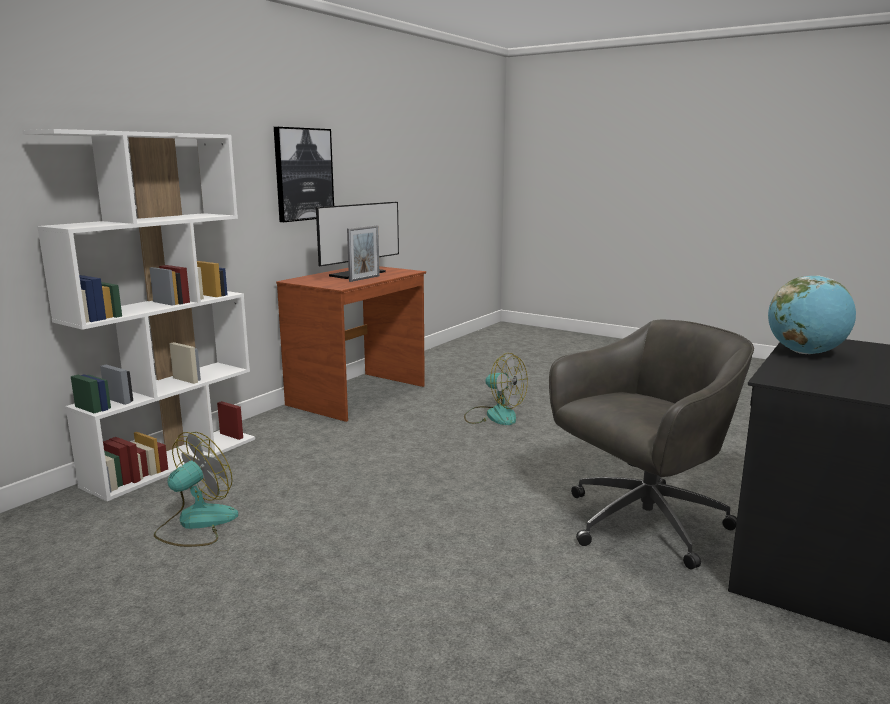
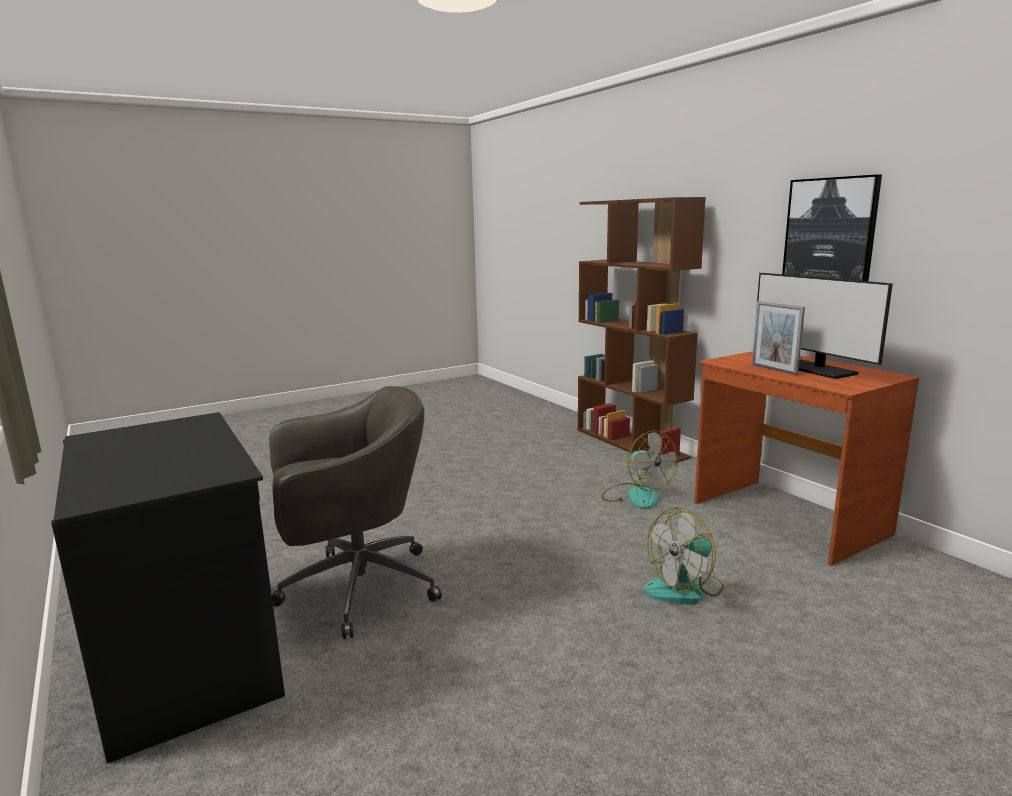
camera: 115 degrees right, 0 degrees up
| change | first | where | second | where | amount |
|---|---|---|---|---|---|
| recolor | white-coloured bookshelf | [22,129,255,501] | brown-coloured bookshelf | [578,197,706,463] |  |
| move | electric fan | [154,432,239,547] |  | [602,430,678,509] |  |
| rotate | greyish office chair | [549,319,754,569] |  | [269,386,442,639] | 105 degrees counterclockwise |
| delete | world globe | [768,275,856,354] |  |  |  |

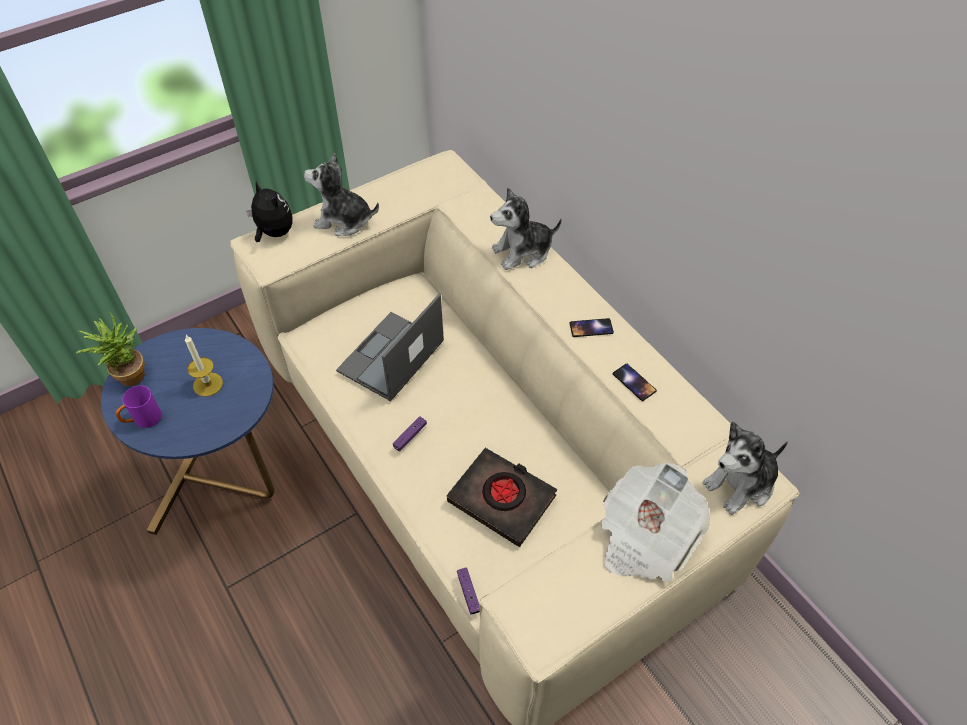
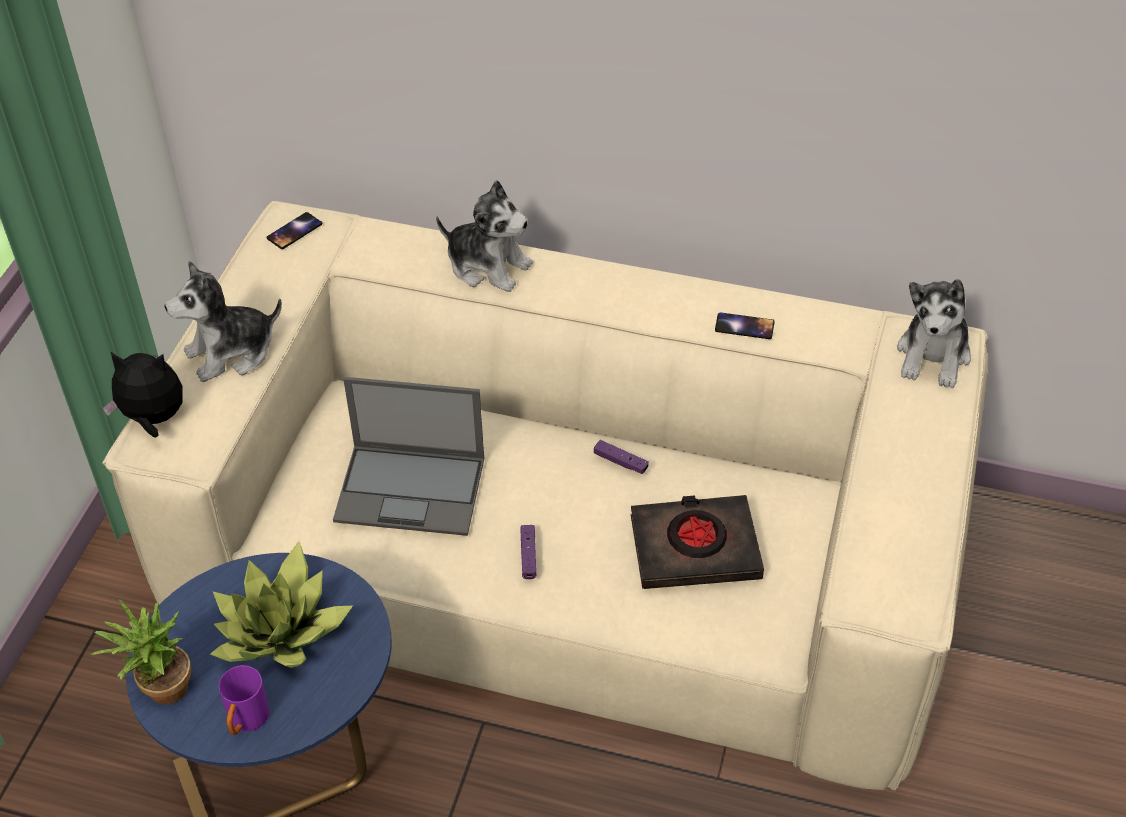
camera: 40 degrees left, 5 degrees down
| change | first | where | second | where | amount |
|---|---|---|---|---|---|
| replace | wax candle | [185,335,223,397] | houseplant | [210,541,353,668] |  |
| rotate | laptop | [336,294,444,401] |  | [333,377,484,536] | 75 degrees counterclockwise |
| move | purple game controller | [457,568,480,615] |  | [594,440,649,474] |  |
| rotate | cuddly toy | [490,188,562,270] |  | [436,180,533,292] | 90 degrees counterclockwise |
| move | telephone | [570,318,614,337] |  | [266,212,322,249] |  |
| delete | newspaper | [601,463,710,582] |  |  |  |

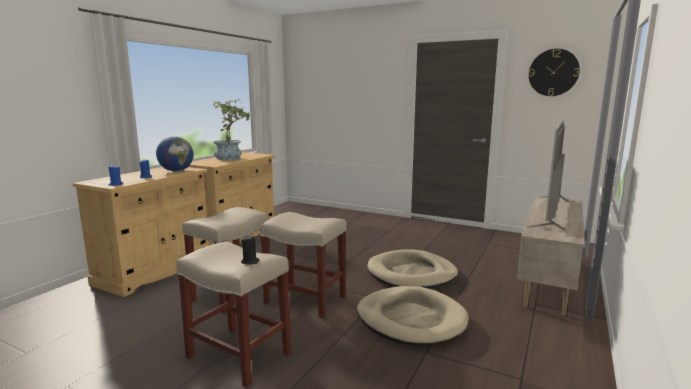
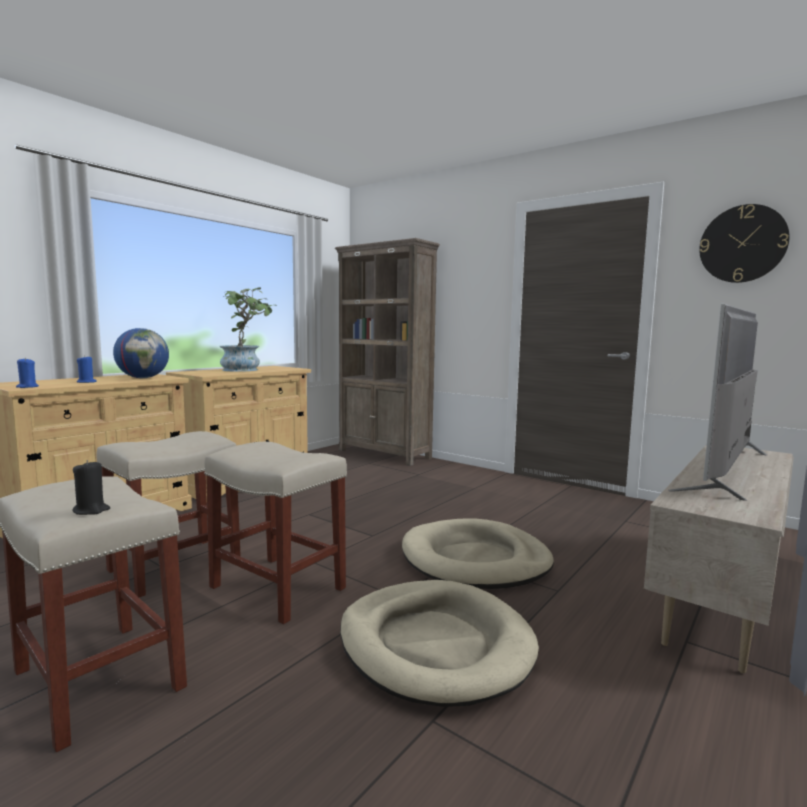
camera: 10 degrees right, 5 degrees down
| change | first | where | second | where | amount |
|---|---|---|---|---|---|
| insert |  |  | brown-coloured bookshelf | [335,238,440,466] |  |

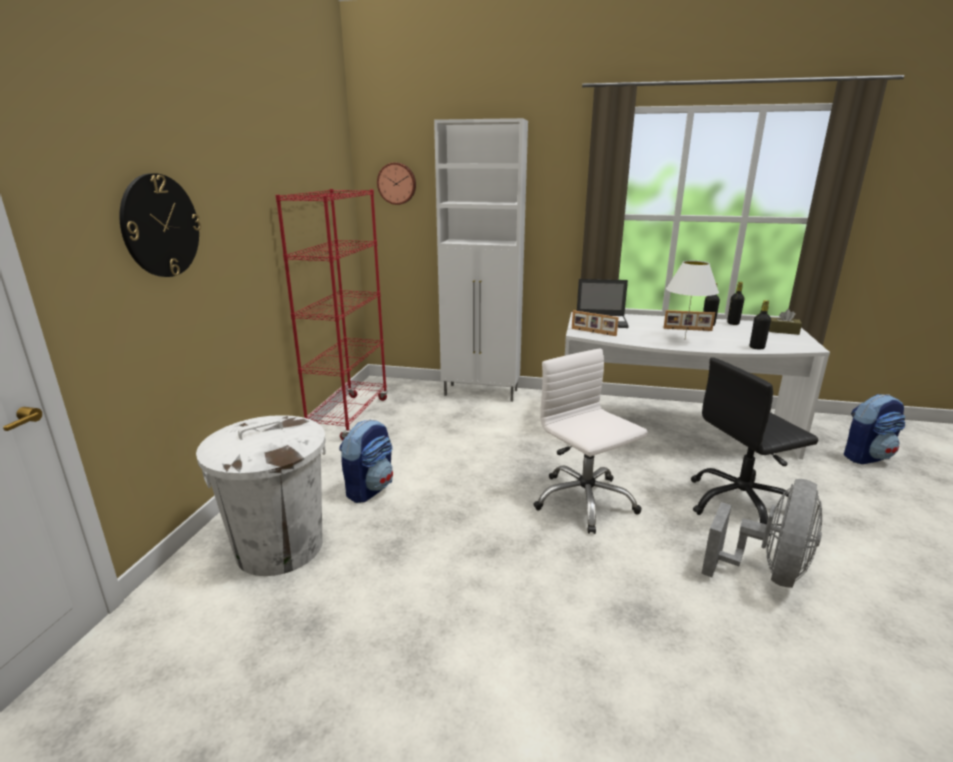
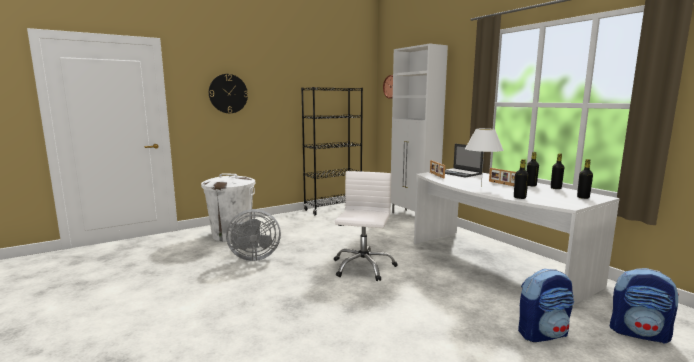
camera: 45 degrees right, 10 degrees down
| change | first | where | second | where | amount |
|---|---|---|---|---|---|
| recolor | red-coloured bookshelf | [275,189,388,440] | black bookshelf | [301,87,363,215] |  |
| move | rucksack | [339,419,393,503] |  | [518,269,574,342] |  |
| delete | black office chair | [691,357,818,536] |  |  |  |
| move | greyish electric fan | [701,479,822,588] |  | [226,209,281,261] |  |
| replace | brown-coloured tissue box | [769,309,802,335] | black beverage bottle | [577,159,593,199] |  |

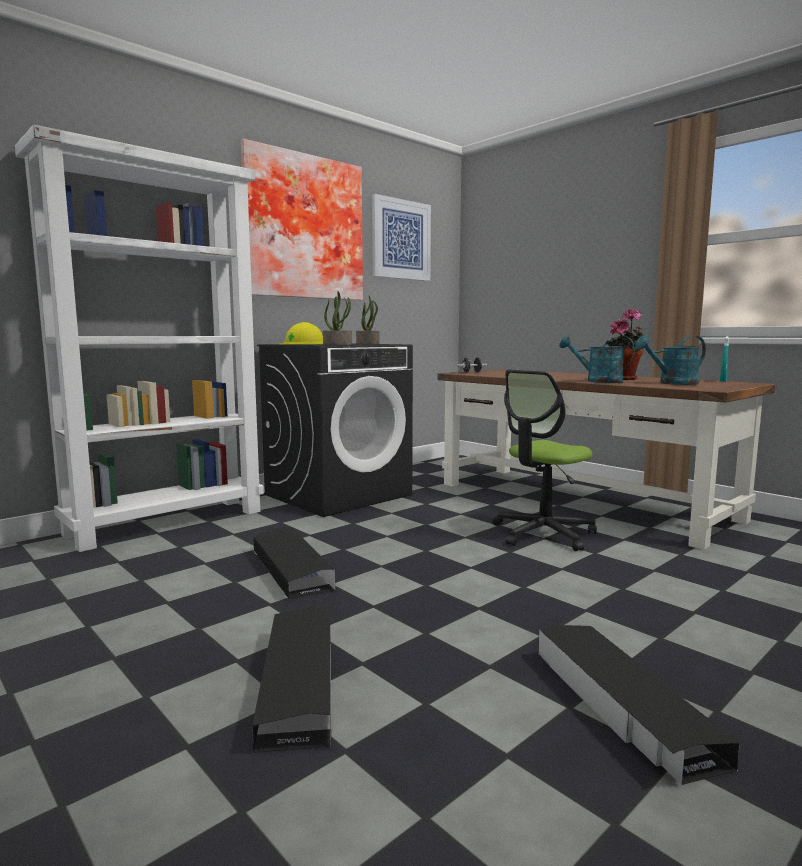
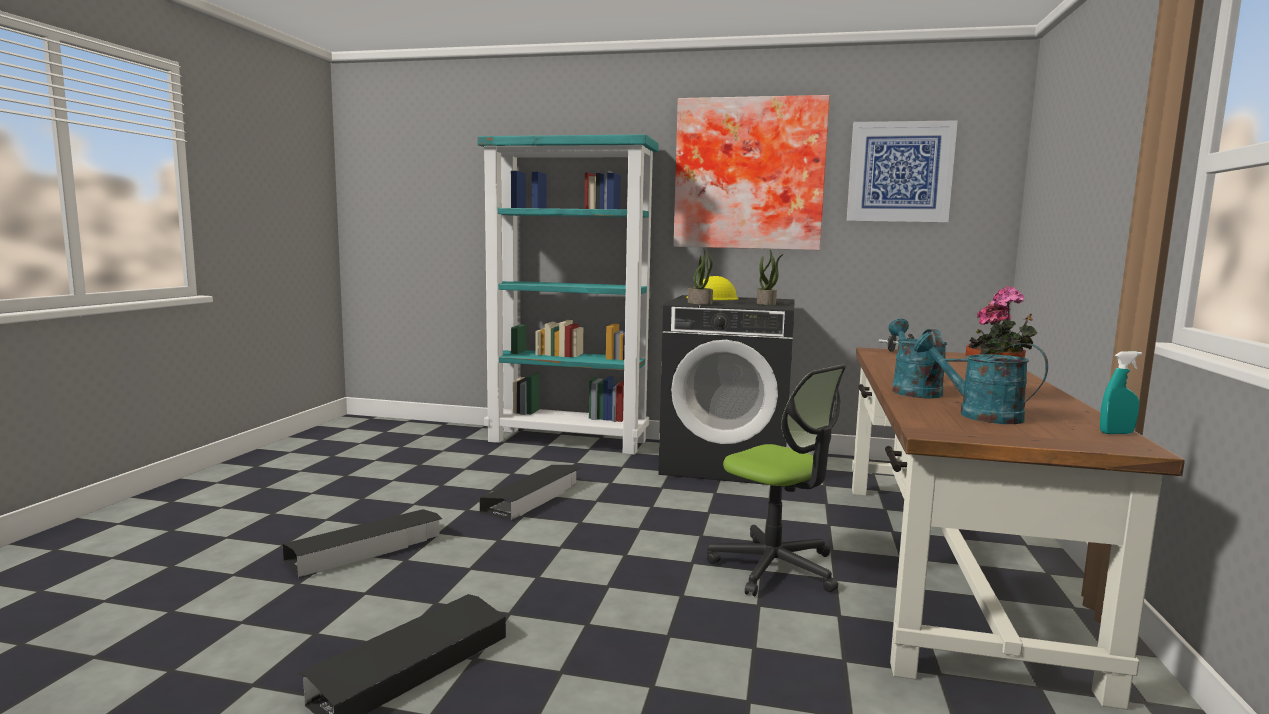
camera: 55 degrees right, 0 degrees up
| change | first | where | second | where | amount |
|---|---|---|---|---|---|
| recolor | white-coloured bookshelf | [15,125,264,552] | turquoise-coloured bookshelf | [477,134,659,455] |  |
| rotate | office chair | [492,369,597,551] |  | [707,364,847,596] | 150 degrees counterclockwise |

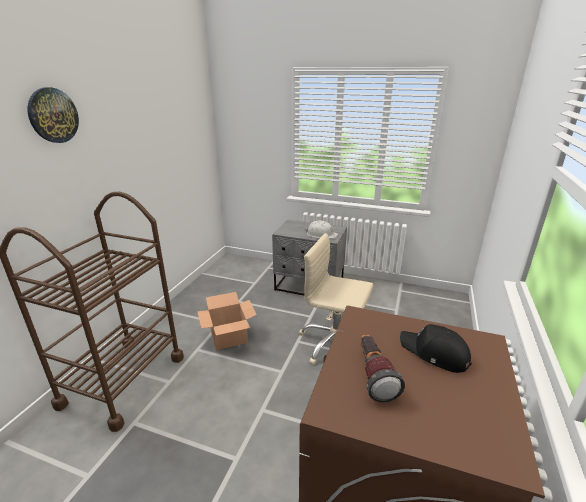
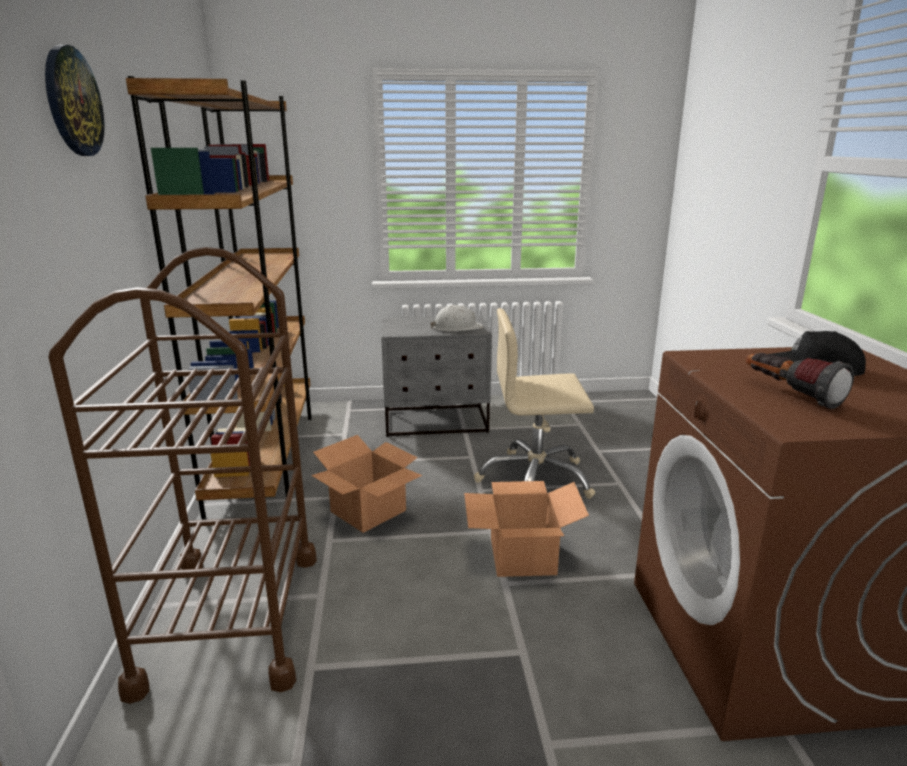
camera: 25 degrees left, 5 degrees down
| change | first | where | second | where | amount |
|---|---|---|---|---|---|
| insert |  |  | brown-coloured bookshelf | [126,76,312,519] |  |
| insert |  |  | cardboard box | [464,481,589,577] |  |

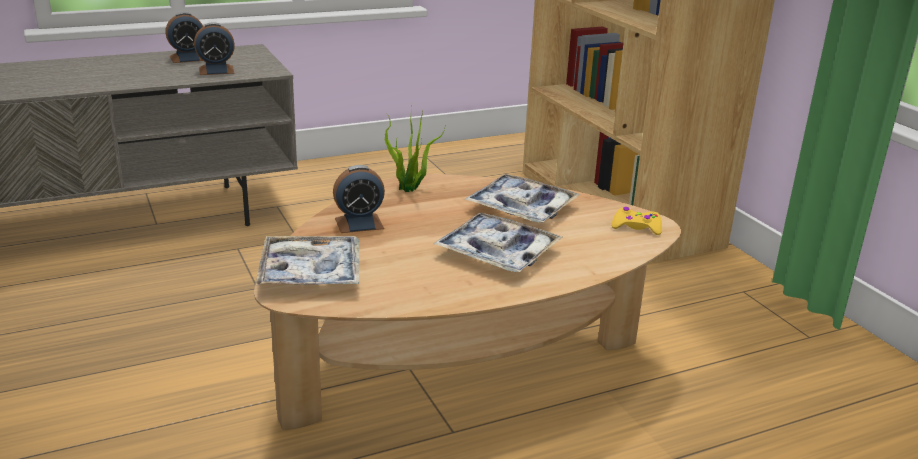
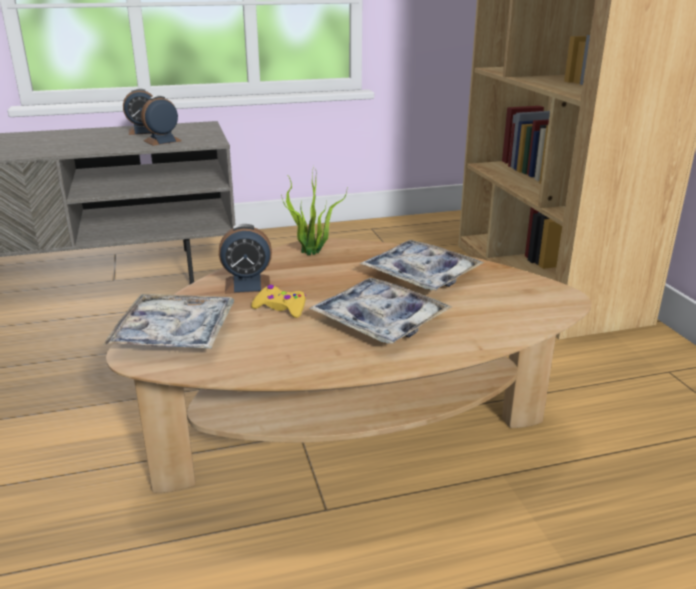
camera: 10 degrees right, 0 degrees up
| change | first | where | second | where | amount |
|---|---|---|---|---|---|
| rotate | bedside clock | [194,22,235,75] |  | [141,96,182,146] | 150 degrees clockwise |
| move | yellow-coloured game controller | [612,207,662,235] |  | [251,285,306,318] |  |

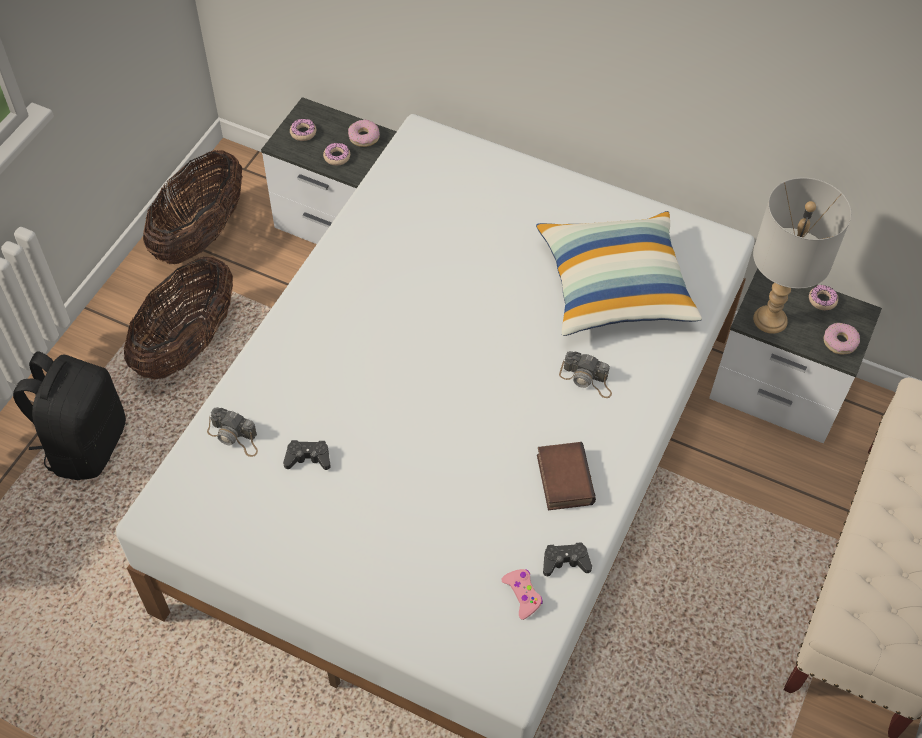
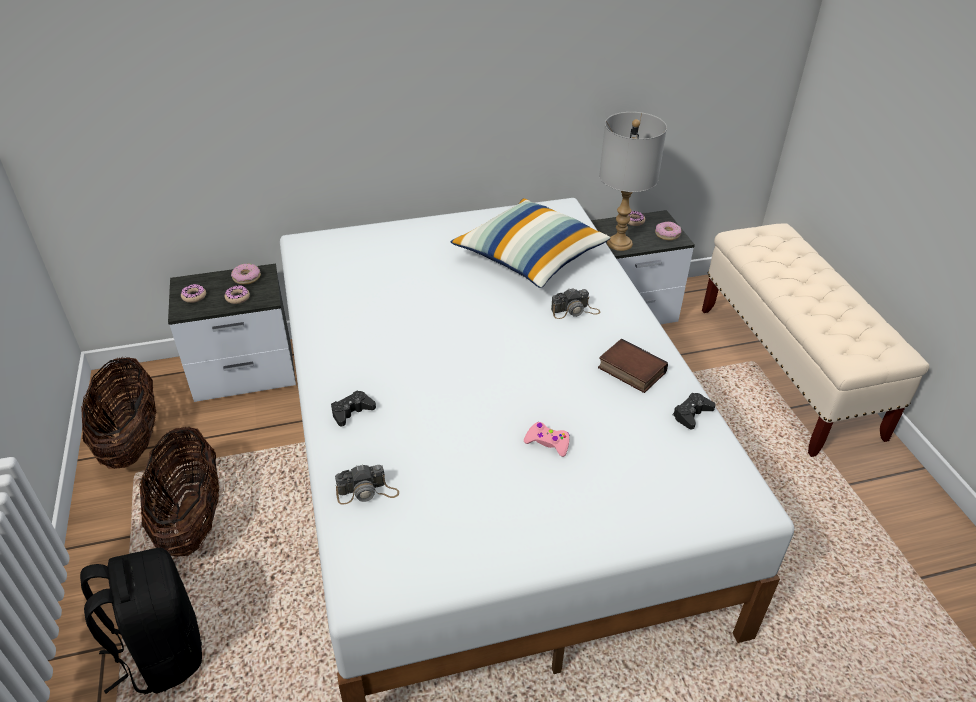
camera: 40 degrees left, 15 degrees down
| change | first | where | second | where | amount |
|---|---|---|---|---|---|
| move | black game controller | [283,440,331,470] |  | [331,390,376,426] |  |
| move | pinkish game controller | [501,569,543,620] |  | [524,422,569,457] |  |

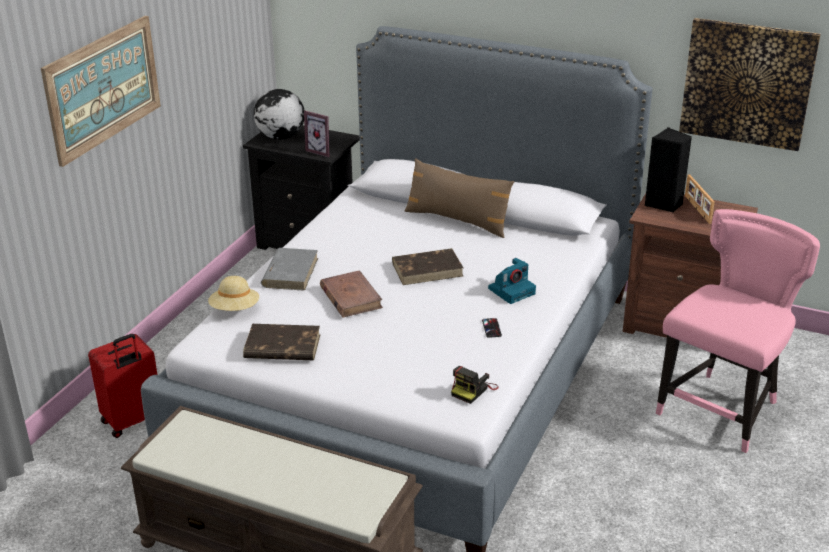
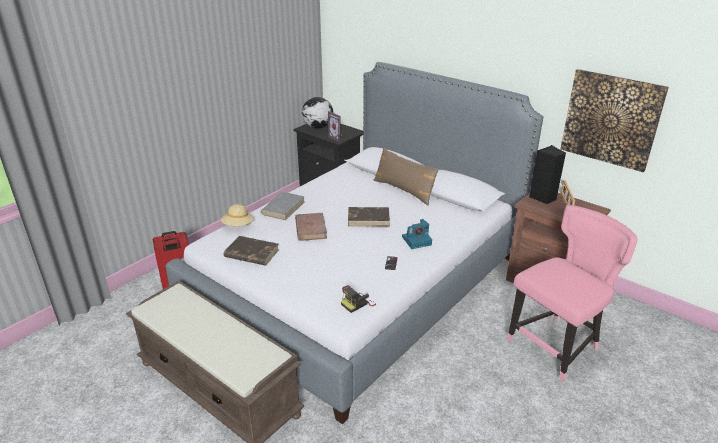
camera: 15 degrees right, 0 degrees up
| change | first | where | second | where | amount |
|---|---|---|---|---|---|
| delete | picture | [41,16,161,167] |  |  |  |

